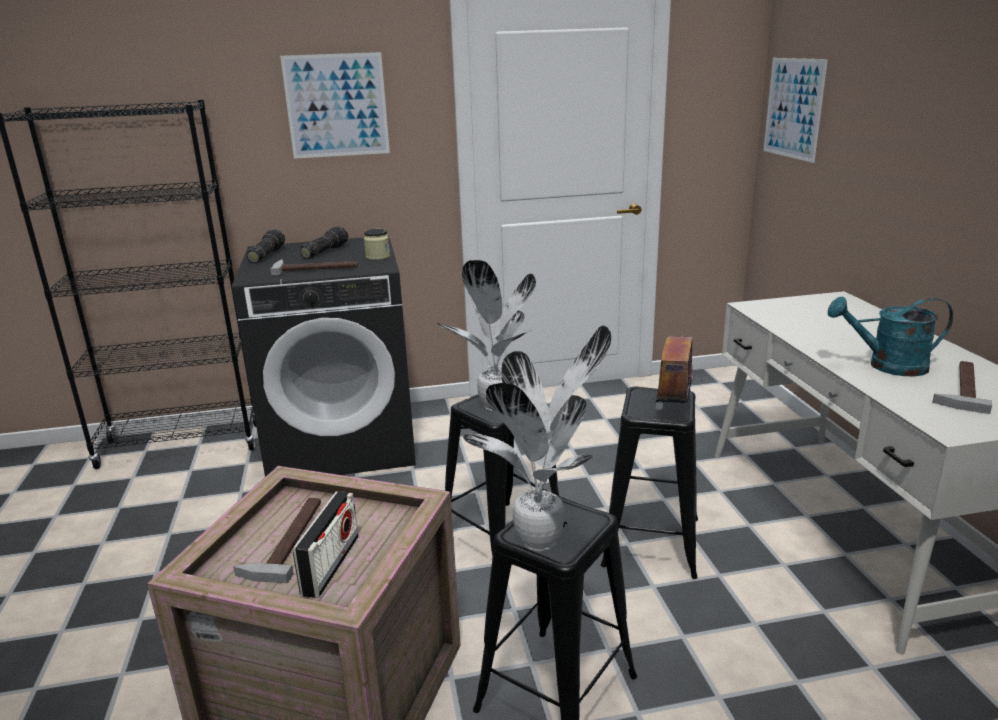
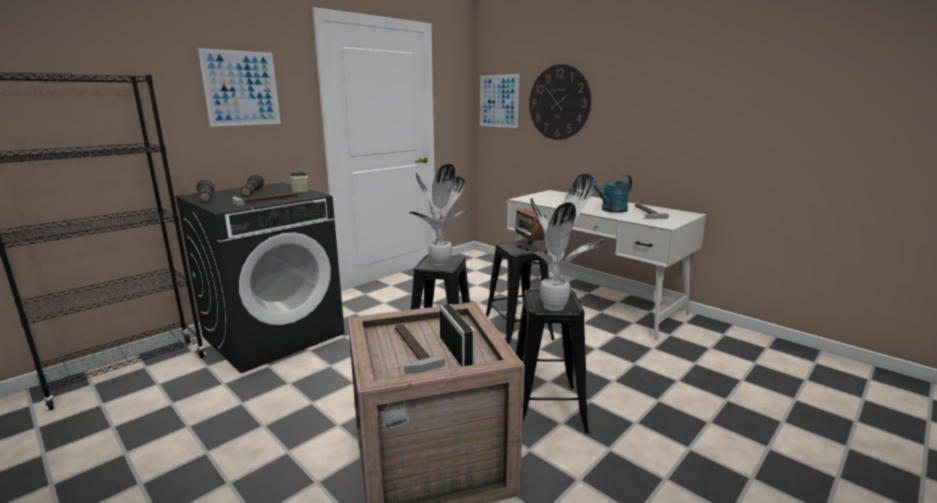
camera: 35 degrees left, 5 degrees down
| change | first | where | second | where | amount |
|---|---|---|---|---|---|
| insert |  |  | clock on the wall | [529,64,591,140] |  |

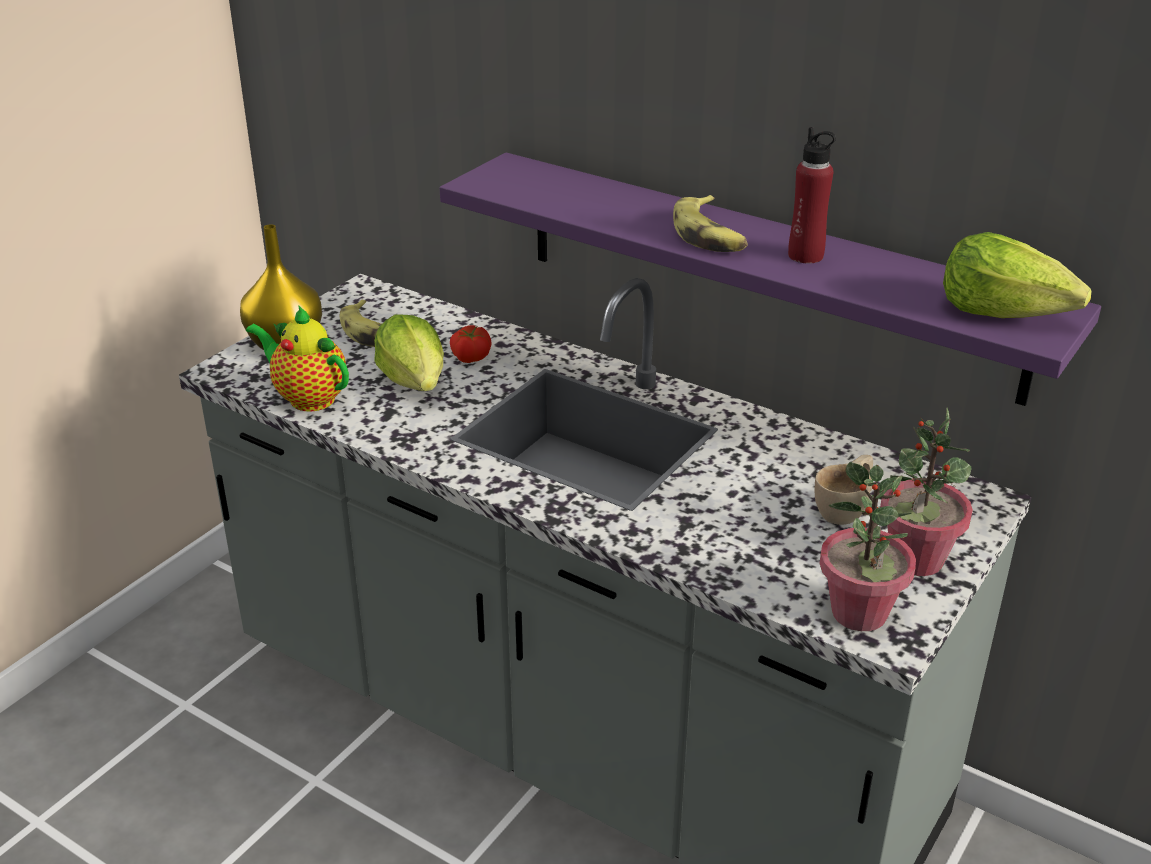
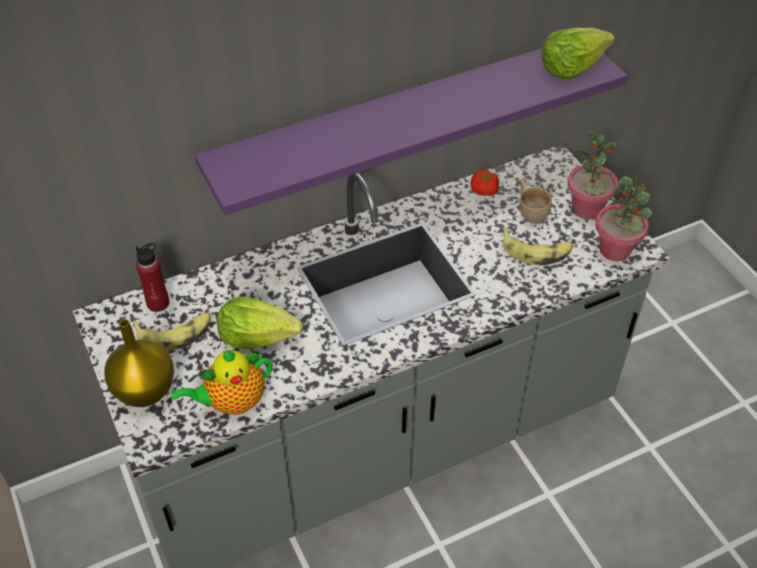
camera: 60 degrees left, 15 degrees up
| change | first | where | second | where | amount |
|---|---|---|---|---|---|
| move | whole tomato | [450,325,492,363] |  | [470,169,499,196] |  |
| move | whole banana | [673,195,748,252] |  | [502,229,573,266] |  |
| move | red-coloured beverage bottle | [788,127,836,264] |  | [136,243,169,312] |  |

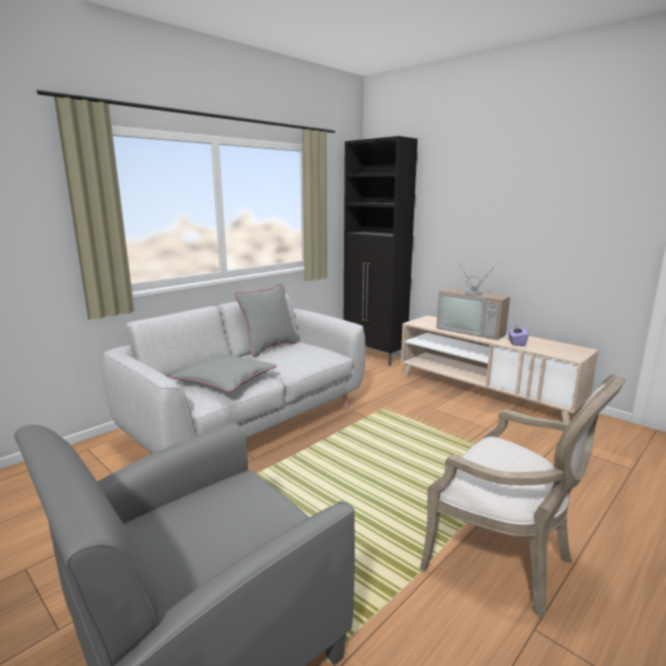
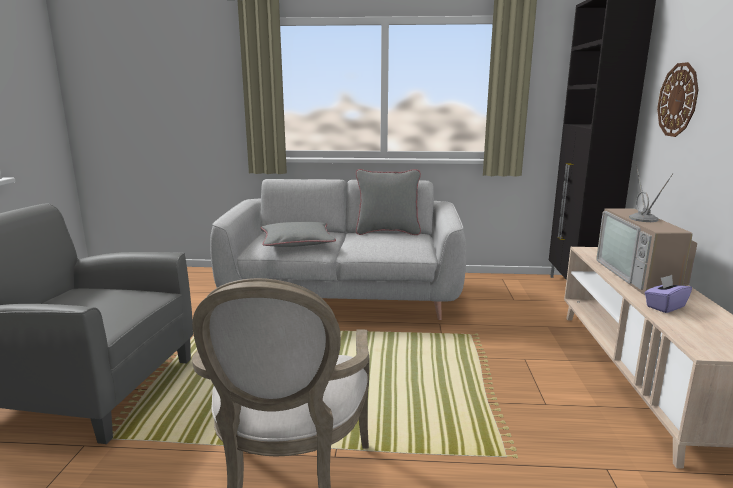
camera: 50 degrees right, 0 degrees up
| change | first | where | second | where | amount |
|---|---|---|---|---|---|
| insert |  |  | clock on the wall | [657,62,698,137] |  |

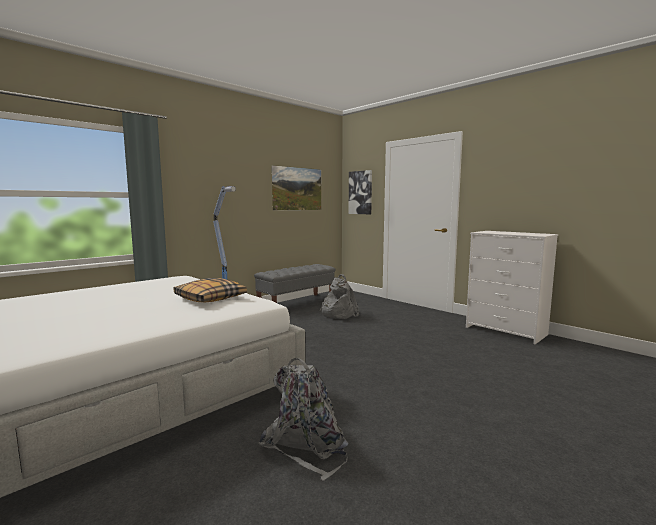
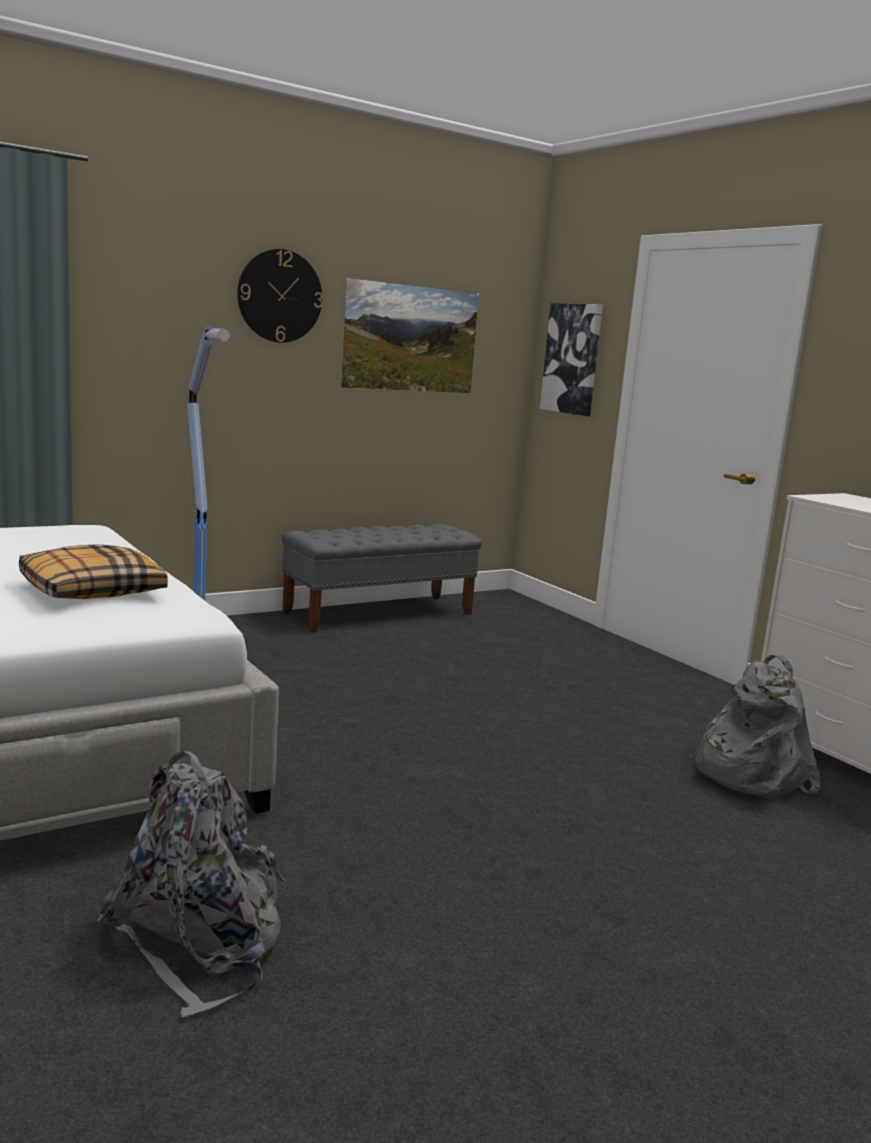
camera: 10 degrees right, 5 degrees up
| change | first | where | second | where | amount |
|---|---|---|---|---|---|
| move | greyish rucksack | [319,274,359,319] |  | [690,654,820,799] |  |
| insert |  |  | clock on the wall | [237,249,323,343] |  |

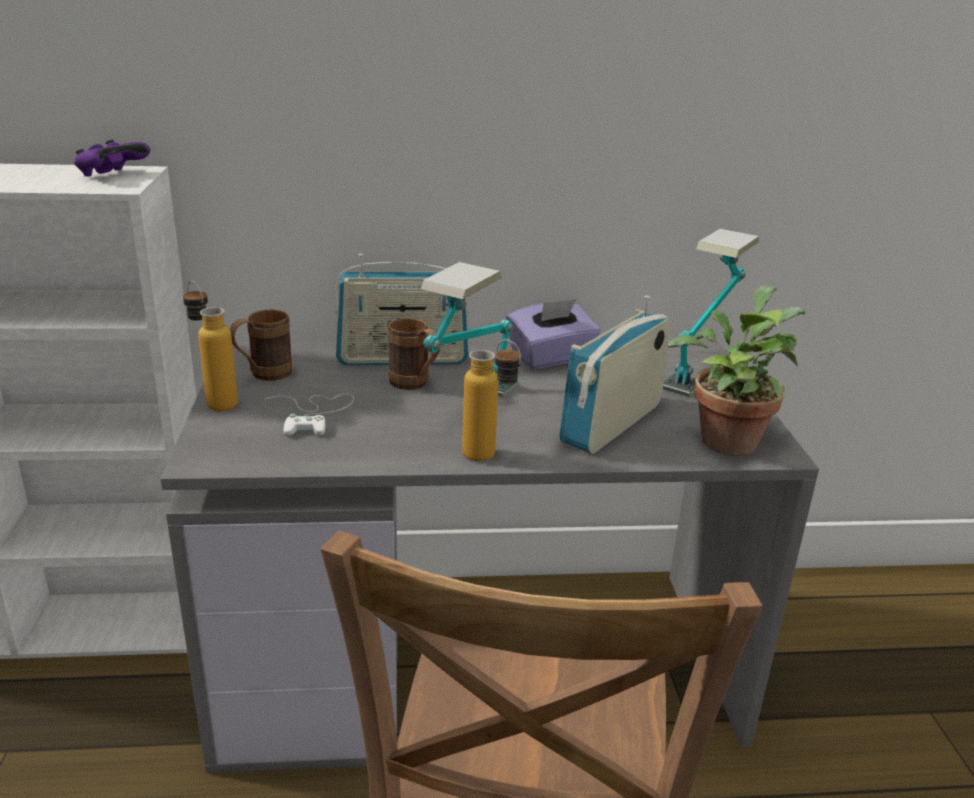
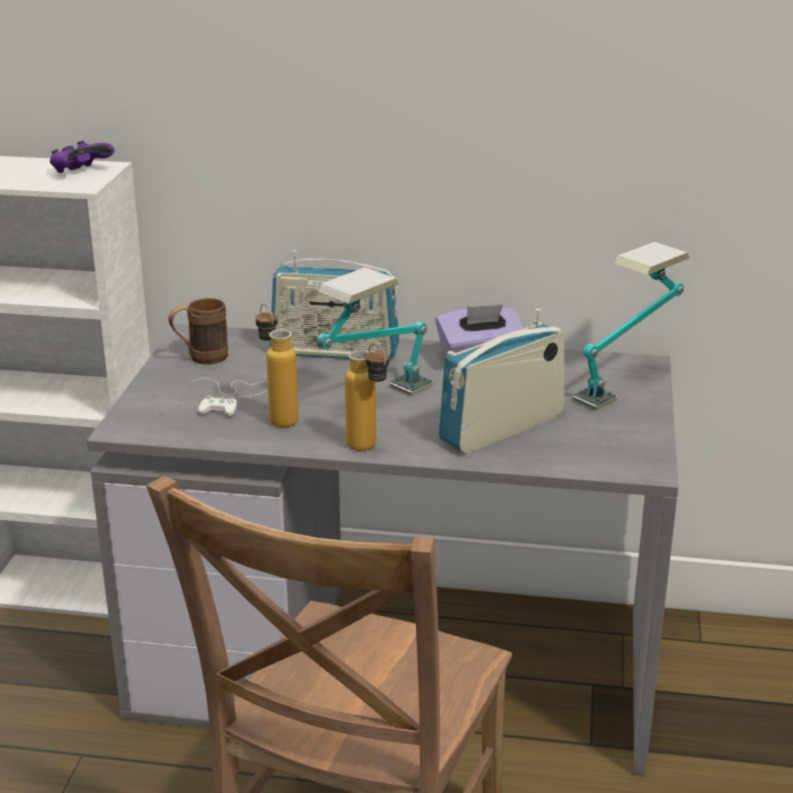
camera: 15 degrees right, 0 degrees up
| change | first | where | second | where | amount |
|---|---|---|---|---|---|
| move | beverage bottle | [183,281,238,411] |  | [255,303,299,427] |  |
| delete | brown-coloured mug | [388,318,440,390] |  |  |  |
| delete | houseplant | [668,285,805,456] |  |  |  |

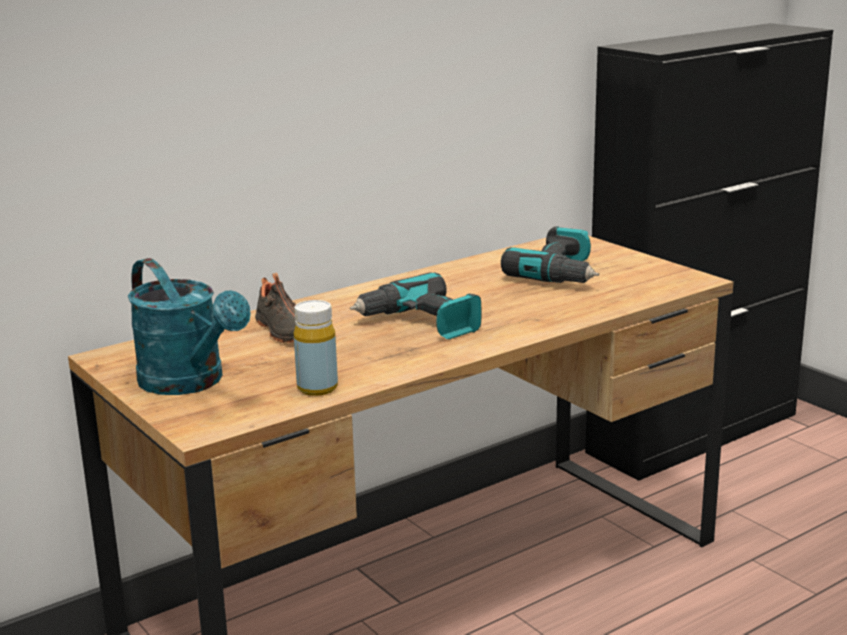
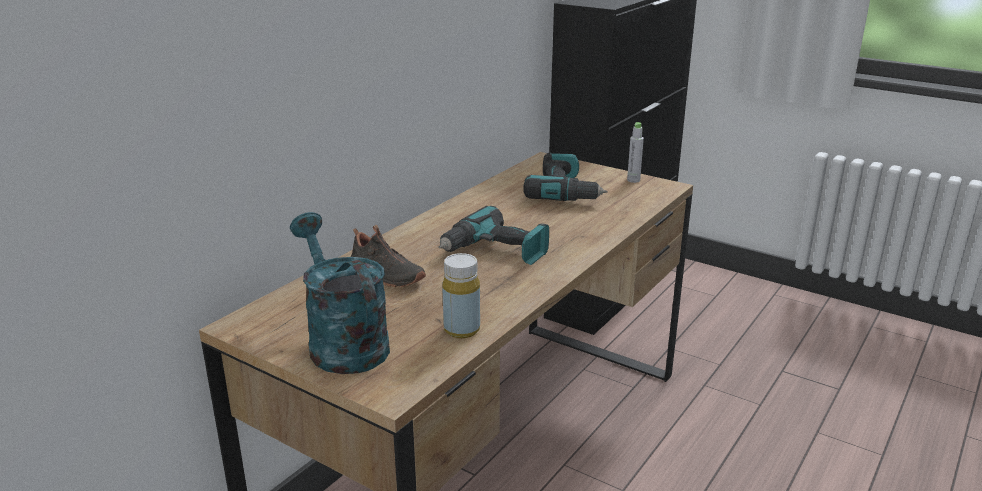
camera: 20 degrees left, 5 degrees up
| change | first | where | second | where | amount |
|---|---|---|---|---|---|
| rotate | turquoise-coloured sprinkling can | [128,258,251,395] |  | [290,212,390,374] | 150 degrees counterclockwise |
| insert |  |  | greyish beverage bottle | [627,122,644,183] |  |

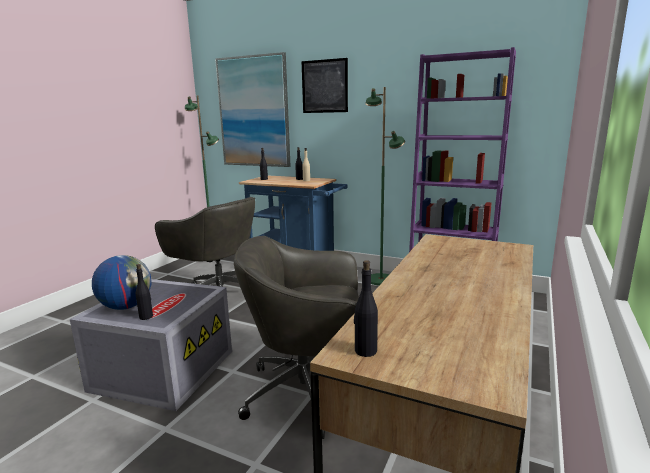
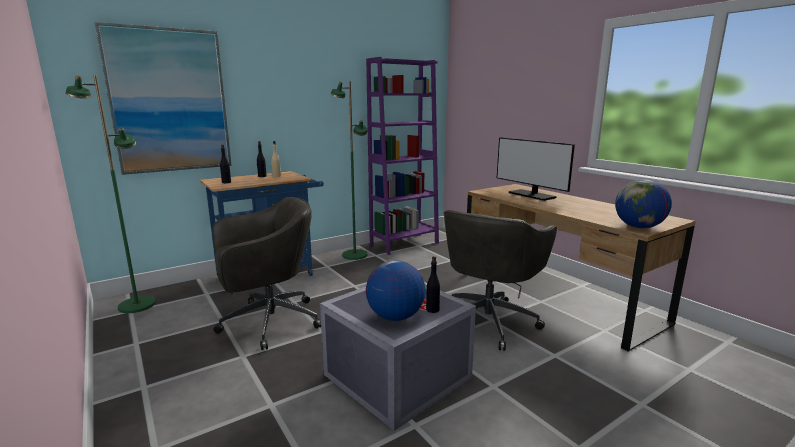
camera: 60 degrees left, 0 degrees up
| change | first | where | second | where | amount |
|---|---|---|---|---|---|
| delete | picture | [302,58,348,113] |  |  |  |
| replace | black beverage bottle | [354,260,378,357] | world globe | [615,179,672,229] |  |
| insert |  |  | monitor | [497,137,575,201] |  |

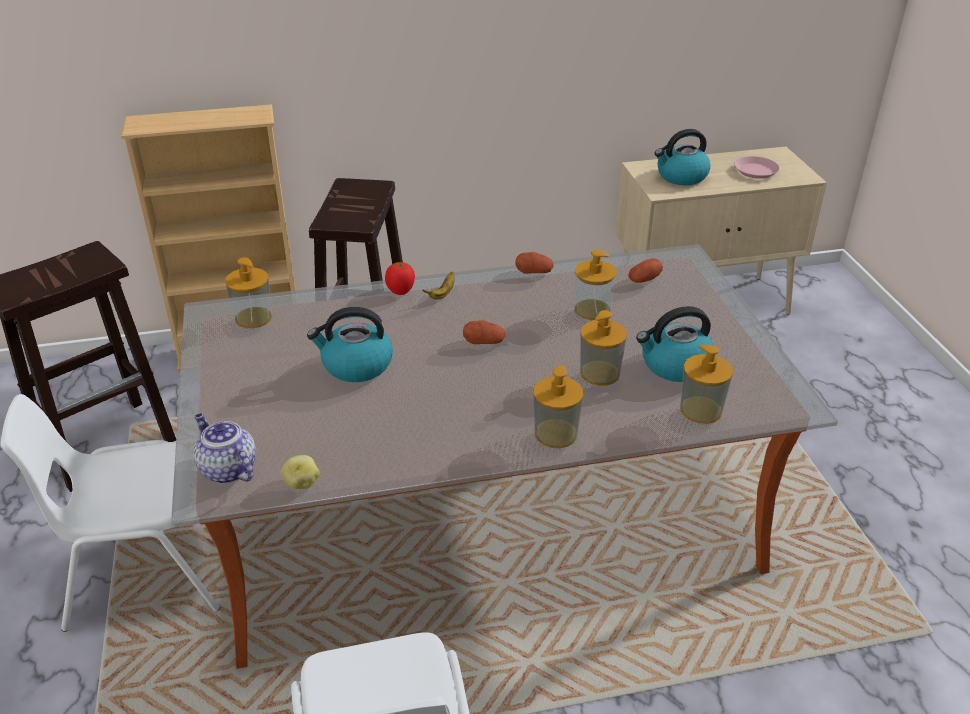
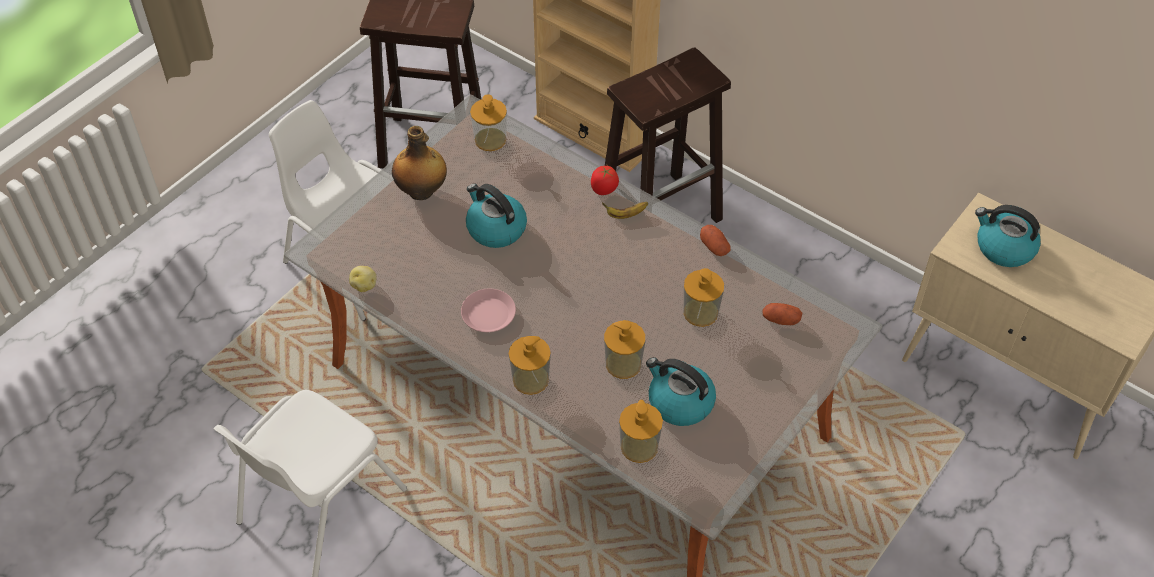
camera: 50 degrees right, 15 degrees up
| change | first | where | second | where | amount |
|---|---|---|---|---|---|
| delete | tea pot | [194,413,256,484] |  |  |  |
| delete | potato | [463,320,505,344] |  |  |  |
| move | pinkish flat dish | [734,156,780,179] |  | [461,289,516,332] |  |
| insert |  |  | beverage bottle | [392,126,447,200] |  |

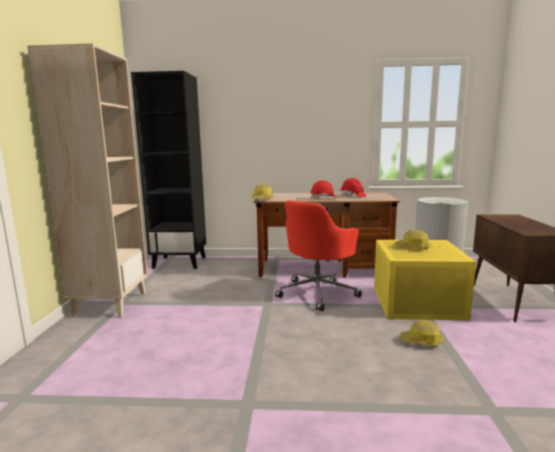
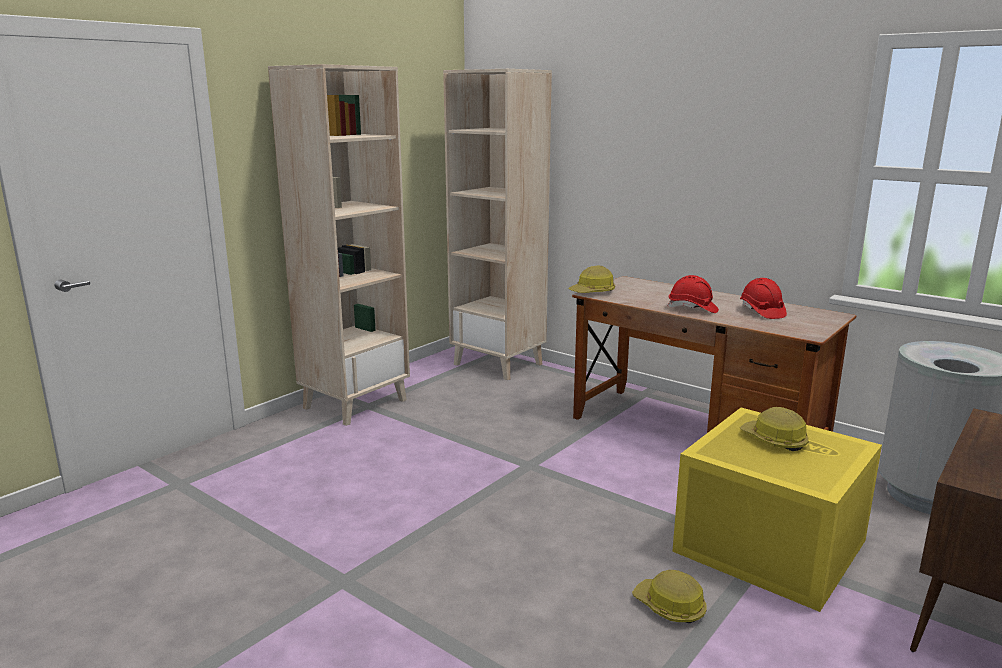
camera: 35 degrees right, 5 degrees up
| change | first | where | second | where | amount |
|---|---|---|---|---|---|
| recolor | black bookshelf | [131,71,206,269] | beige bookshelf | [443,69,552,380] |  |
| delete | red-coloured office chair | [275,201,362,311] |  |  |  |

